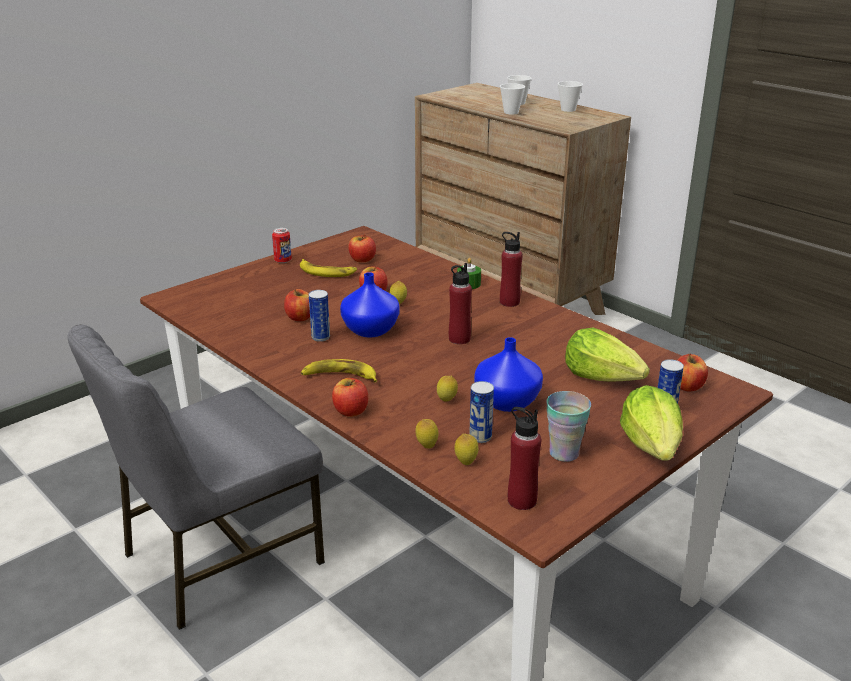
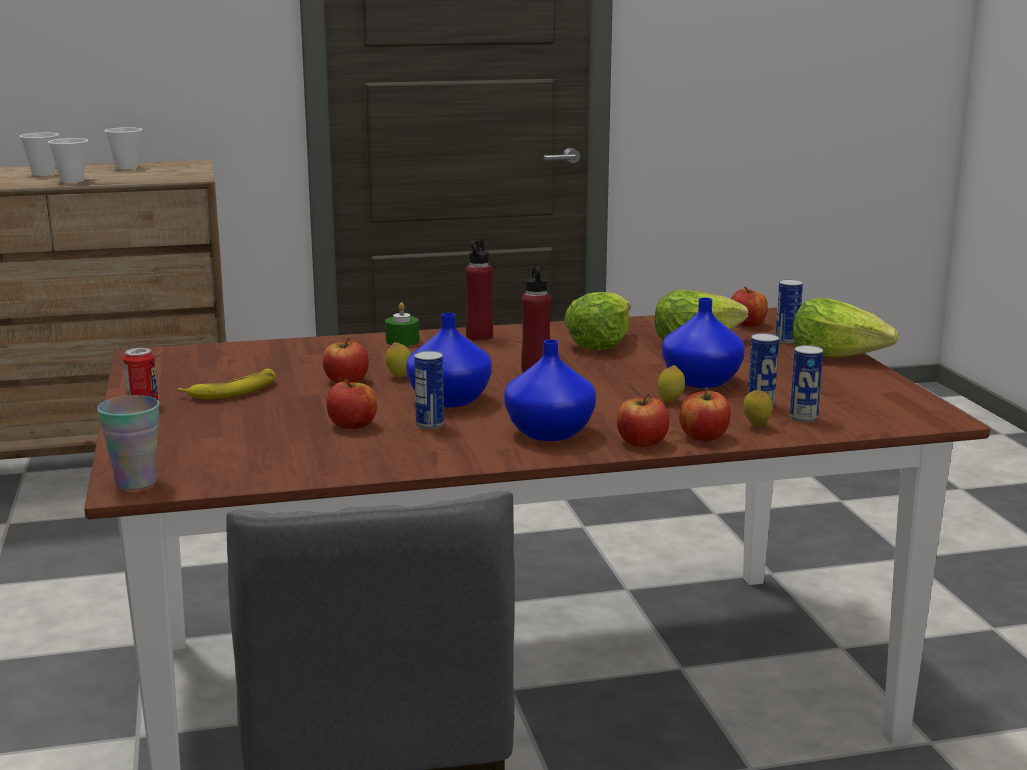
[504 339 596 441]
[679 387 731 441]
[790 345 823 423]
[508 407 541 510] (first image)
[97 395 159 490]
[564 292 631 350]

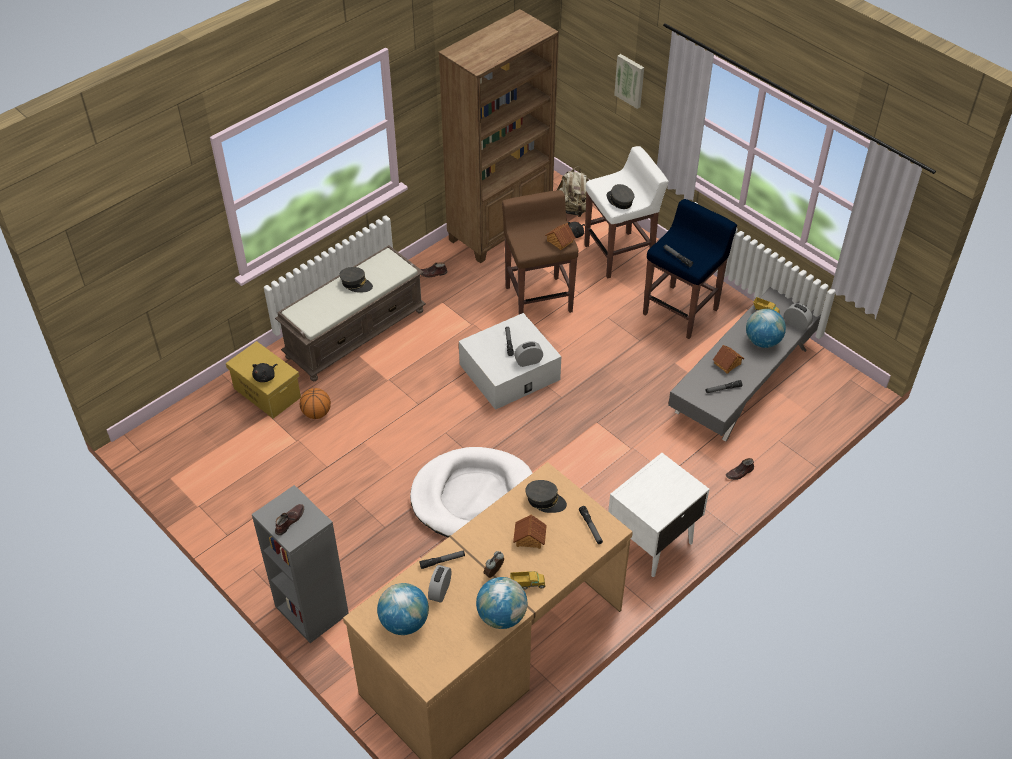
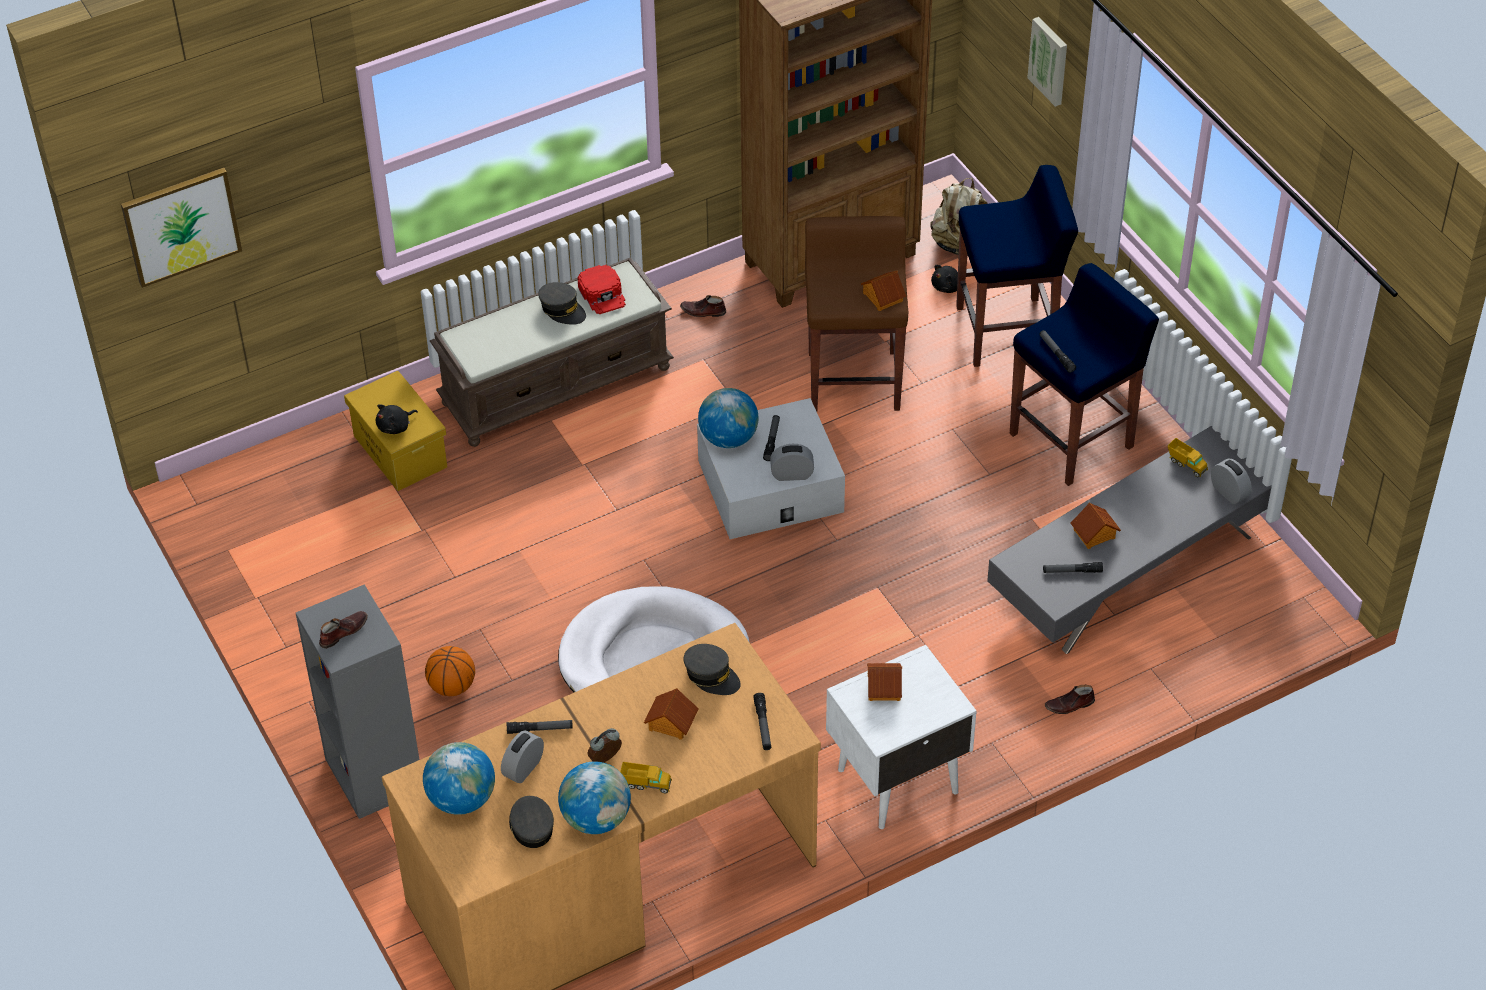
[425 646 475 696]
[956 165 1078 367]
[509 796 554 848]
[698 388 759 448]
[121 168 242 288]
[577 265 626 314]
[867 663 902 701]

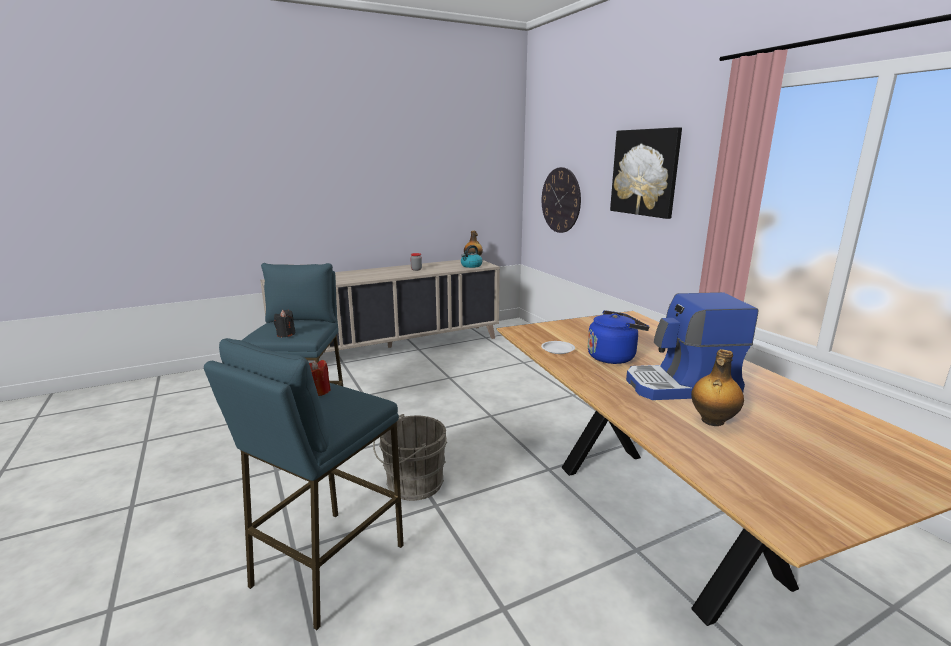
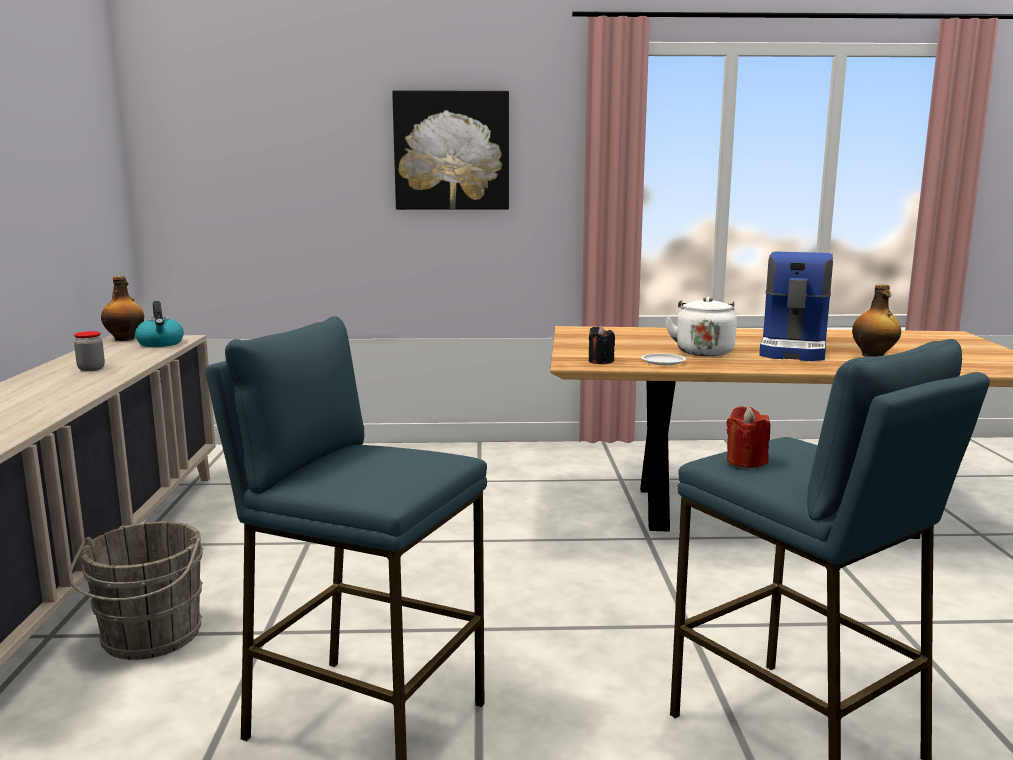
[589 325 615 364]
[69 521 203 660]
[542 167 581 233] (first image)
[665 297 737 356]

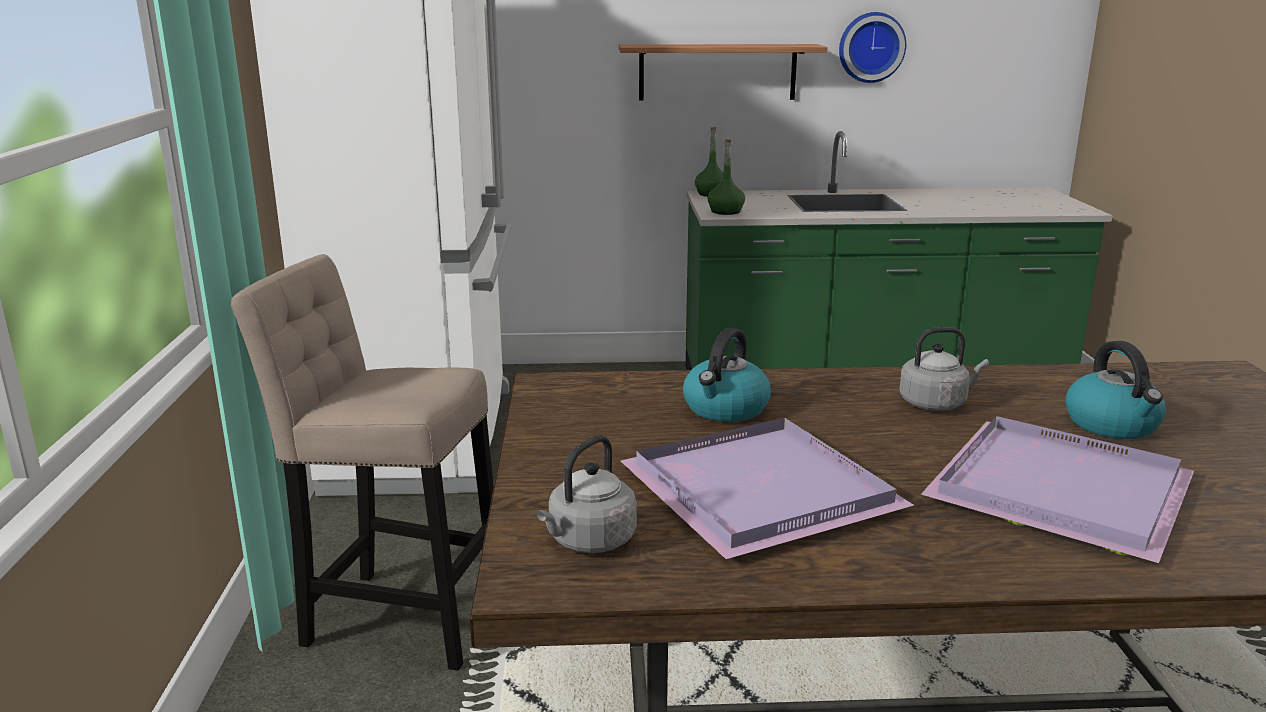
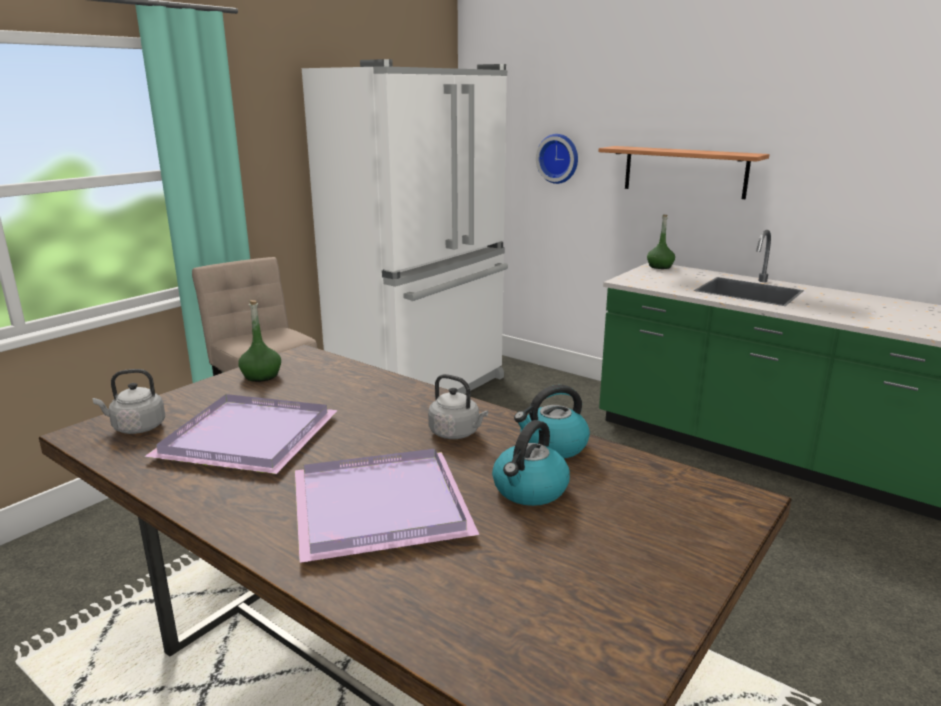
[514 385 590 459]
[238 300 281 382]
[536 134 578 184]

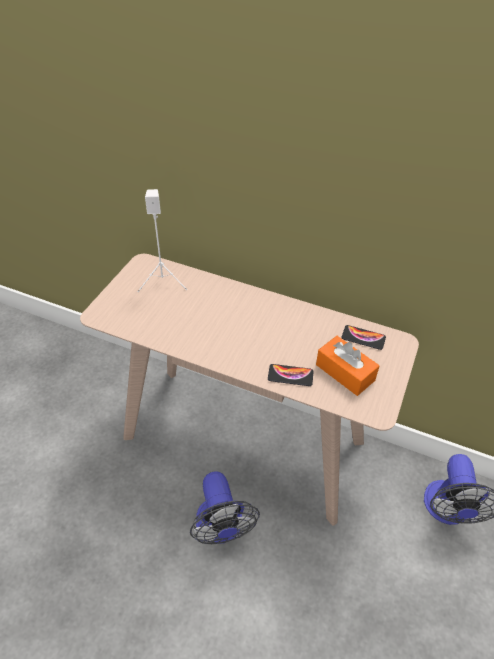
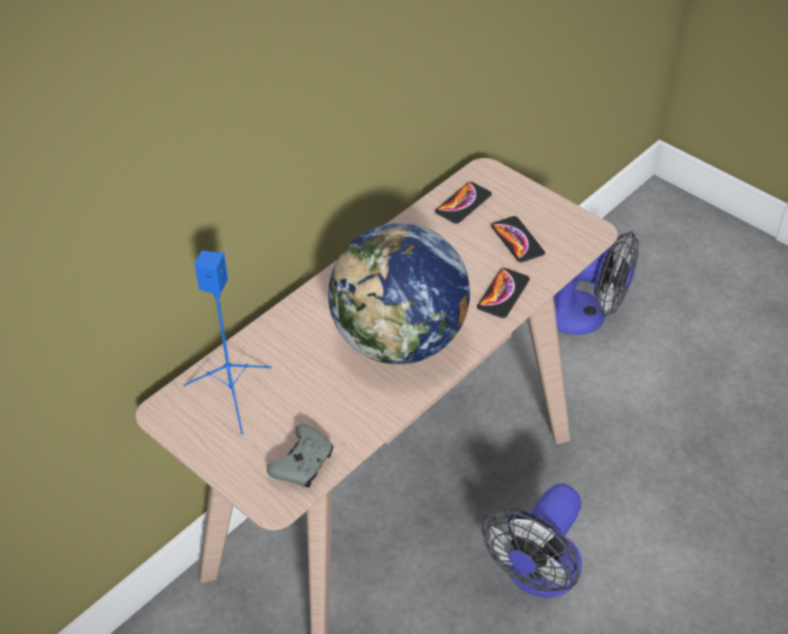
[184 251 271 434]
[482 484 582 598]
[491 216 545 262]
[267 424 333 487]
[328 223 470 364]

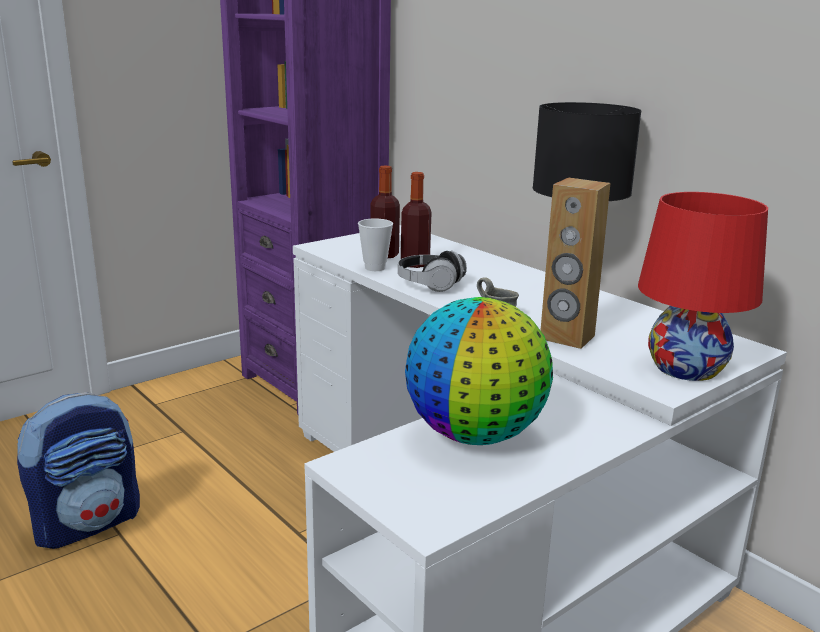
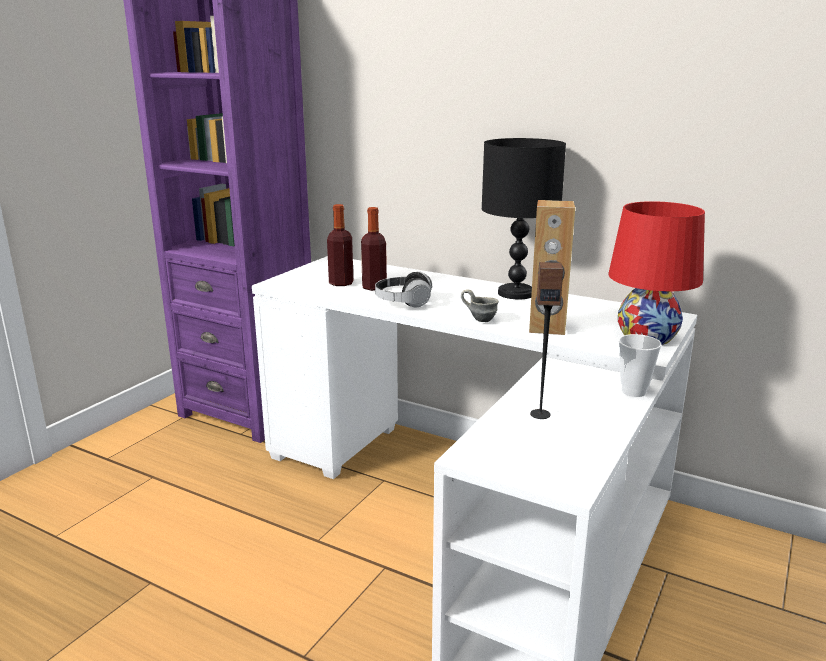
[17 392 140 549] (first image)
[619 334 662 397]
[530 262 563 419]

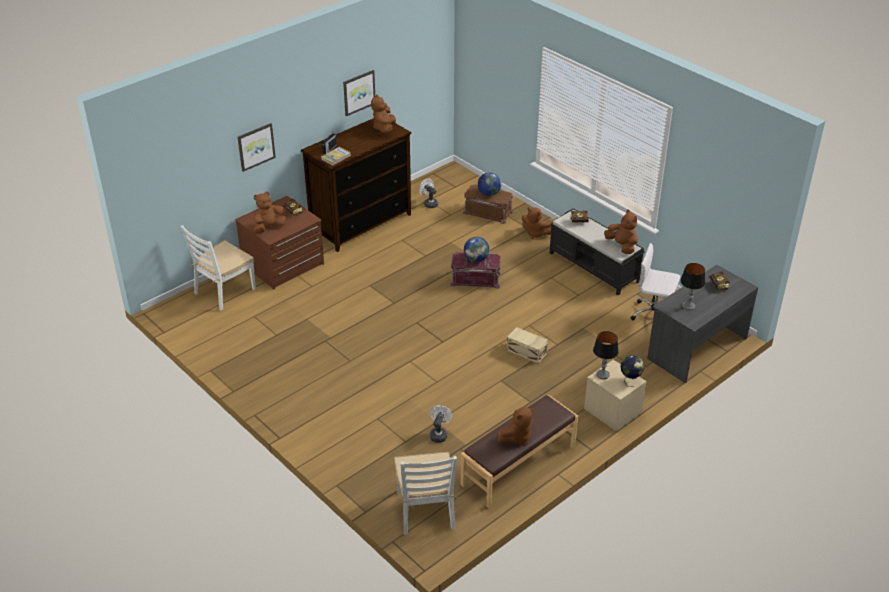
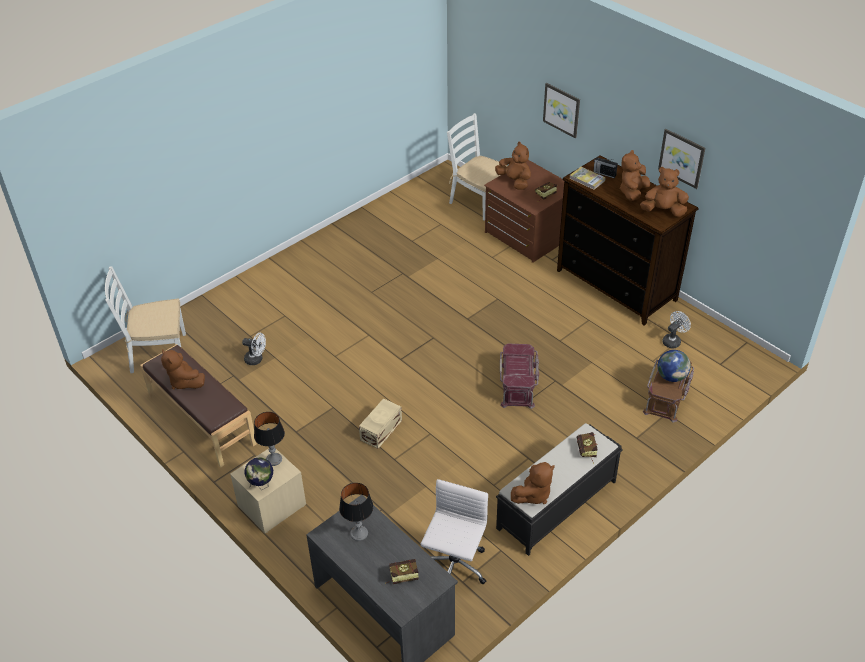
[464 237 489 262] (first image)
[620 150 650 201]

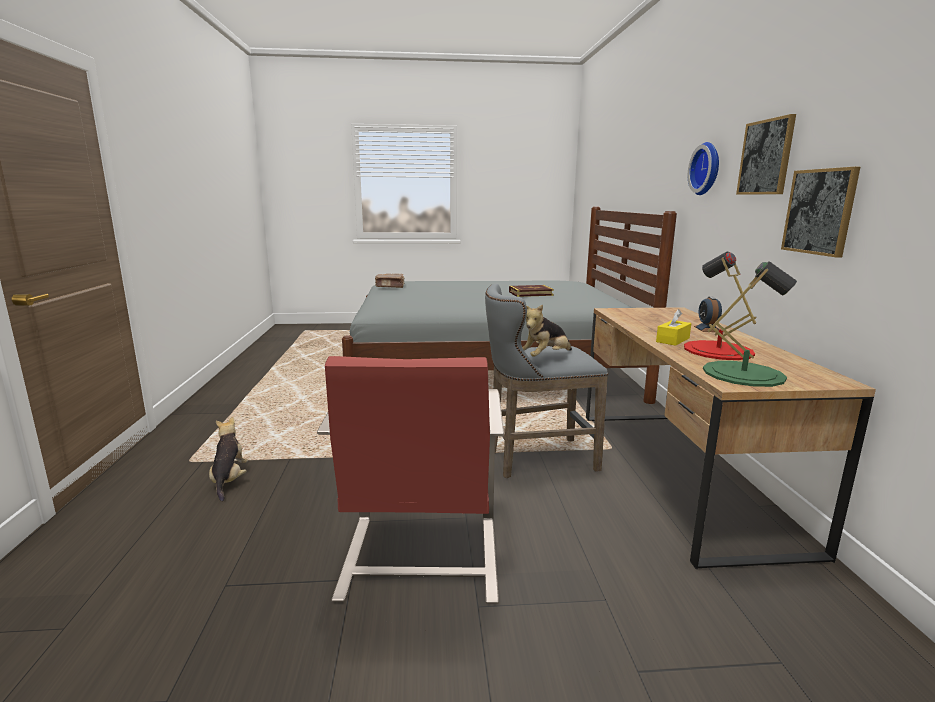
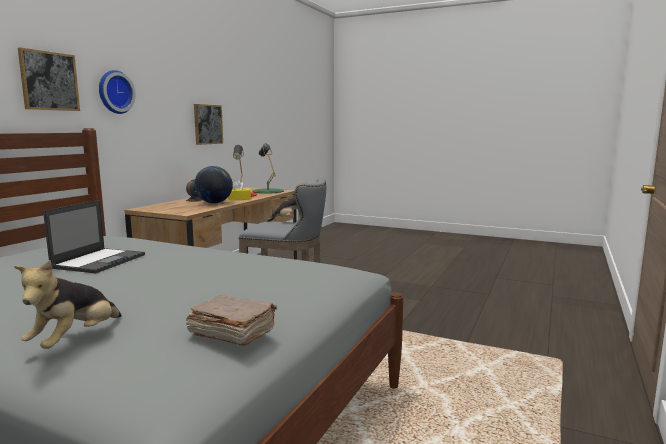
[14 260 122 349]
[317 356 504 604] (first image)
[43 200 145 273]
[18 47 80 111]
[194 166 233 204]

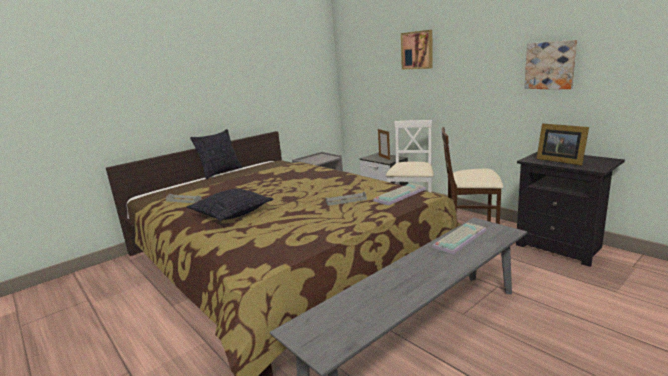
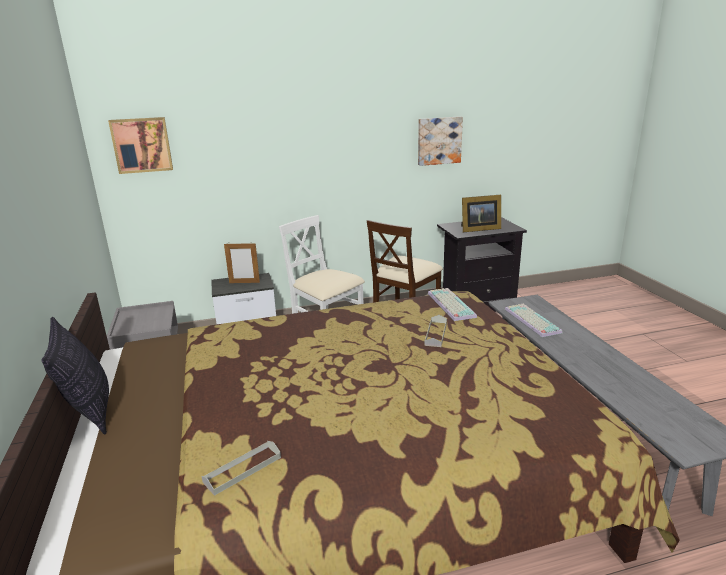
[187 189 273 221] (first image)
[108 117 173 174]

